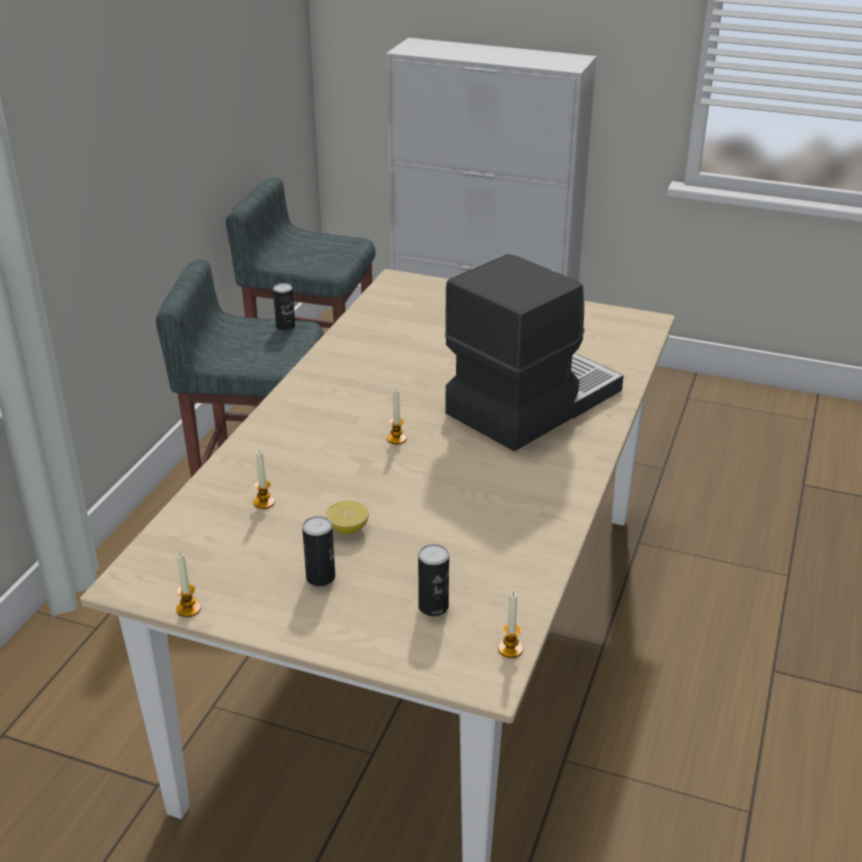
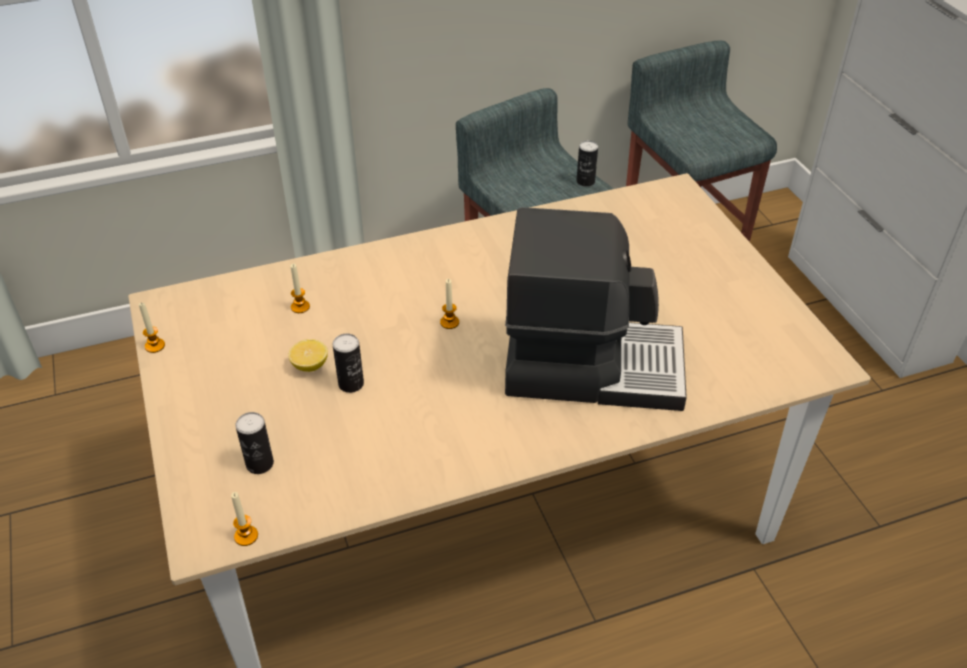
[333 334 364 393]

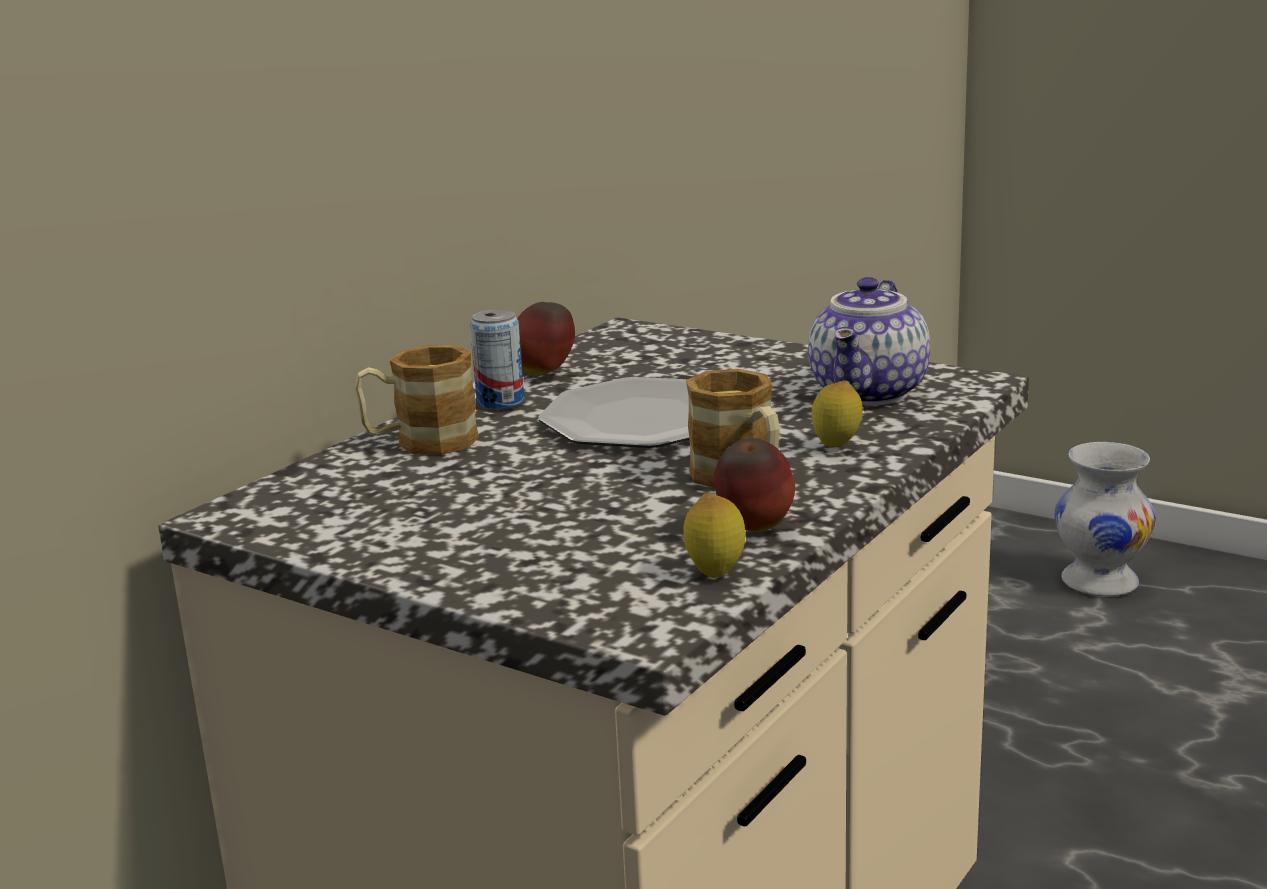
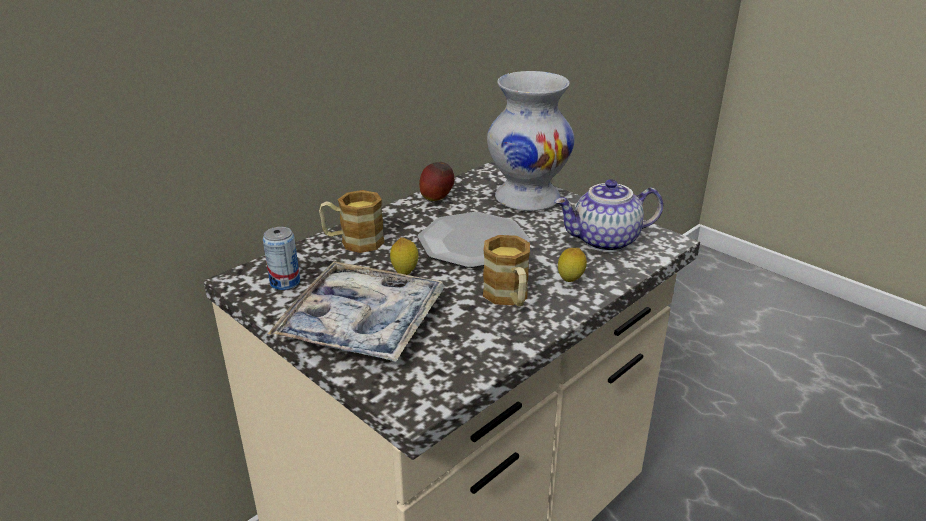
[263 227 300 290]
[390 237 418 275]
[714 438 795 532] (first image)
[554 179 663 252]
[487 71 575 211]
[267 261 444 362]

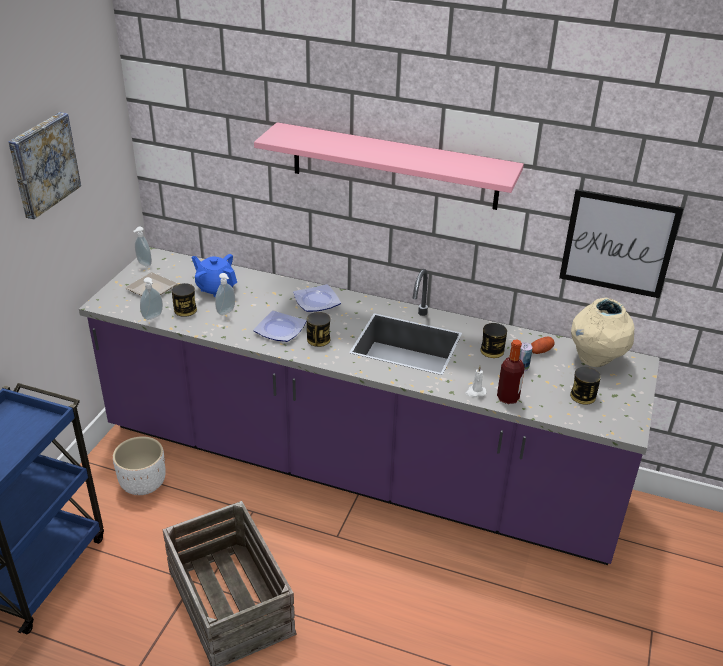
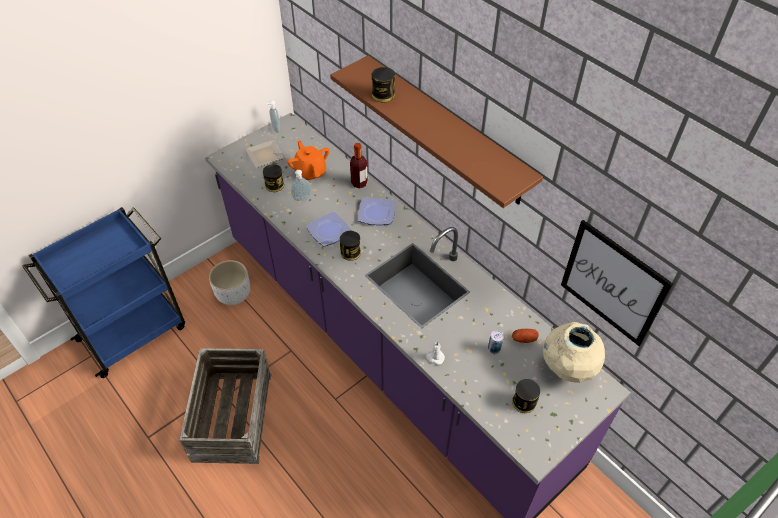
[8 112 81 219] (first image)
[140 277 163 320] (first image)
[287 140 330 181]
[330 55 543 208]
[372 67 395 103]
[350 143 368 188]

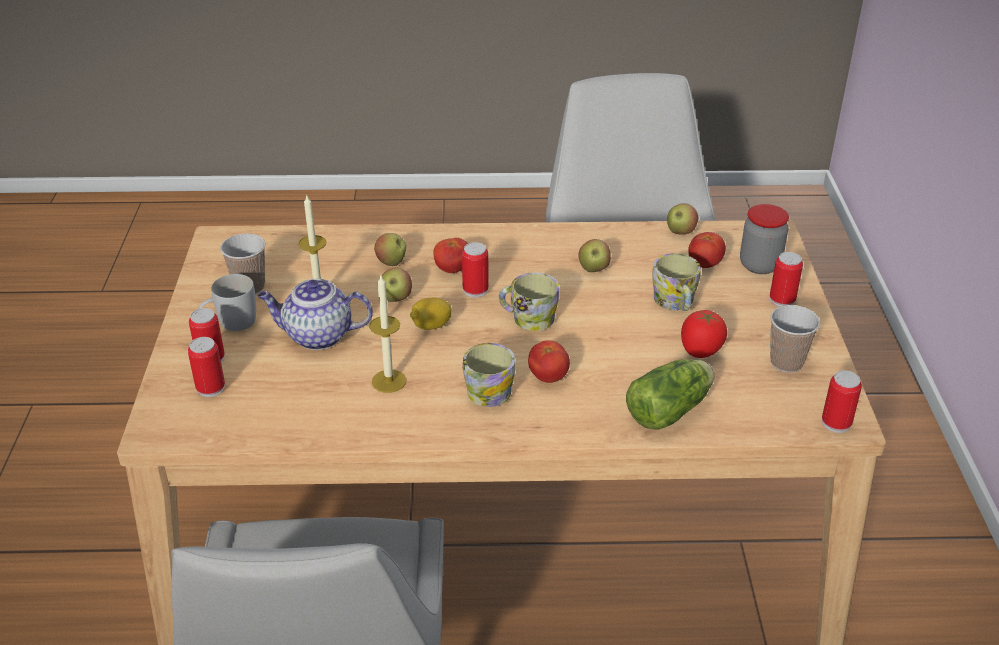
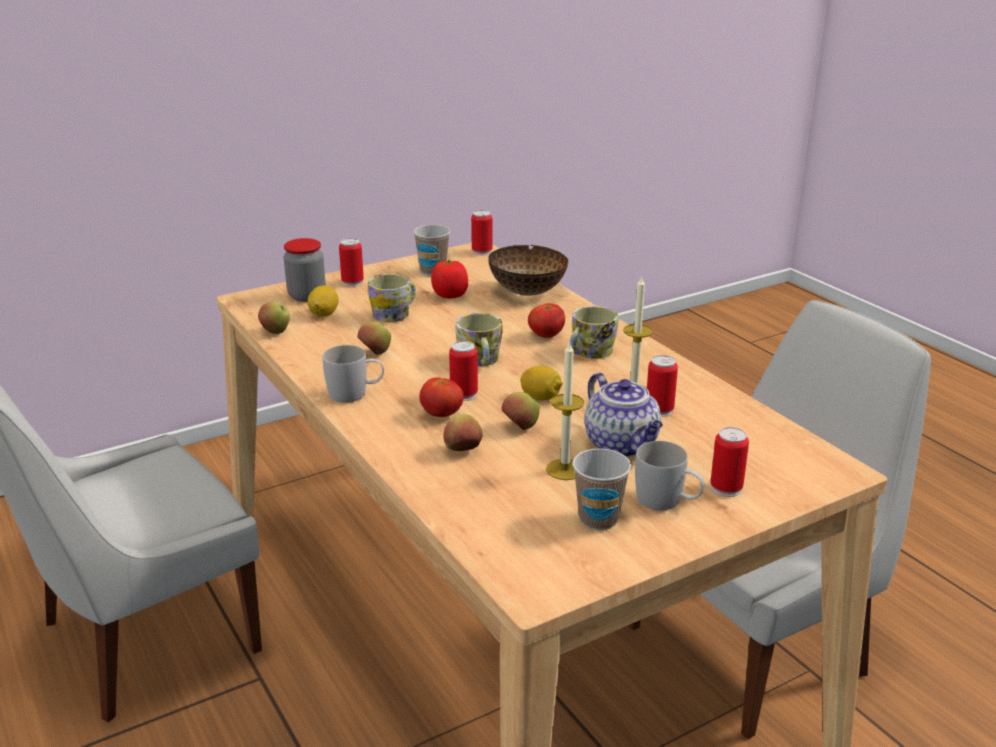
[647 355 678 417]
[488 245 568 296]
[308 286 339 317]
[322 345 384 403]

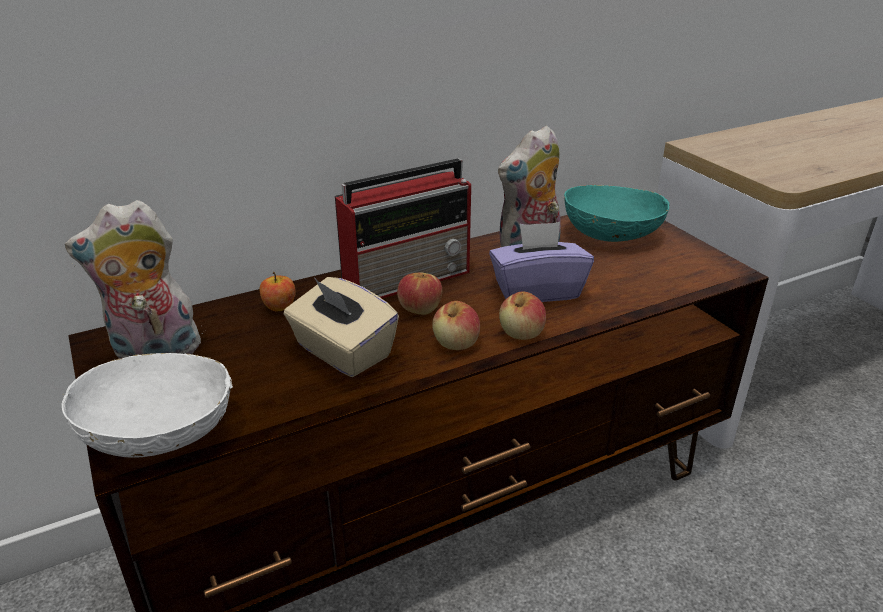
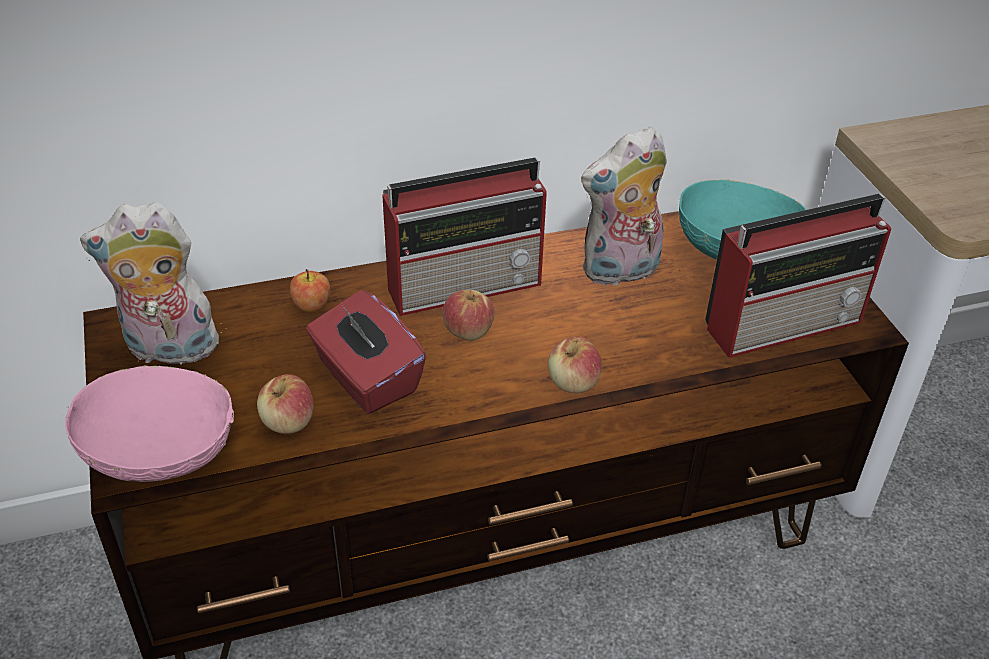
[65 365 234 482]
[306 290 426 414]
[257 374 314 434]
[489 222 594 302] (first image)
[705 194 891 358]

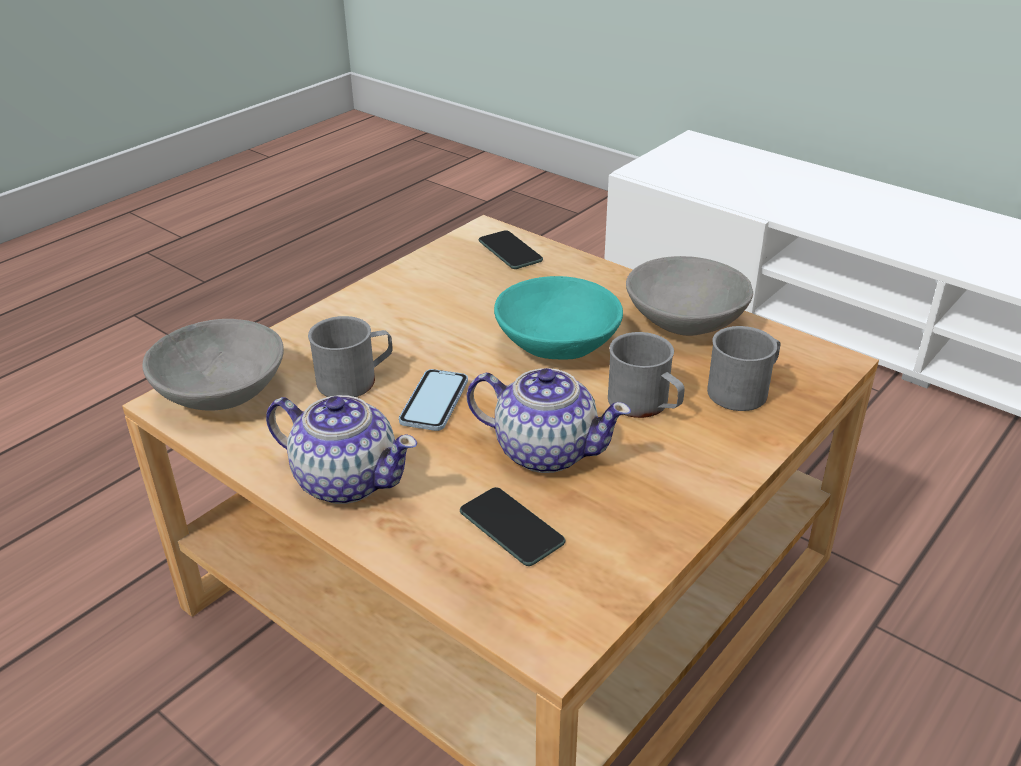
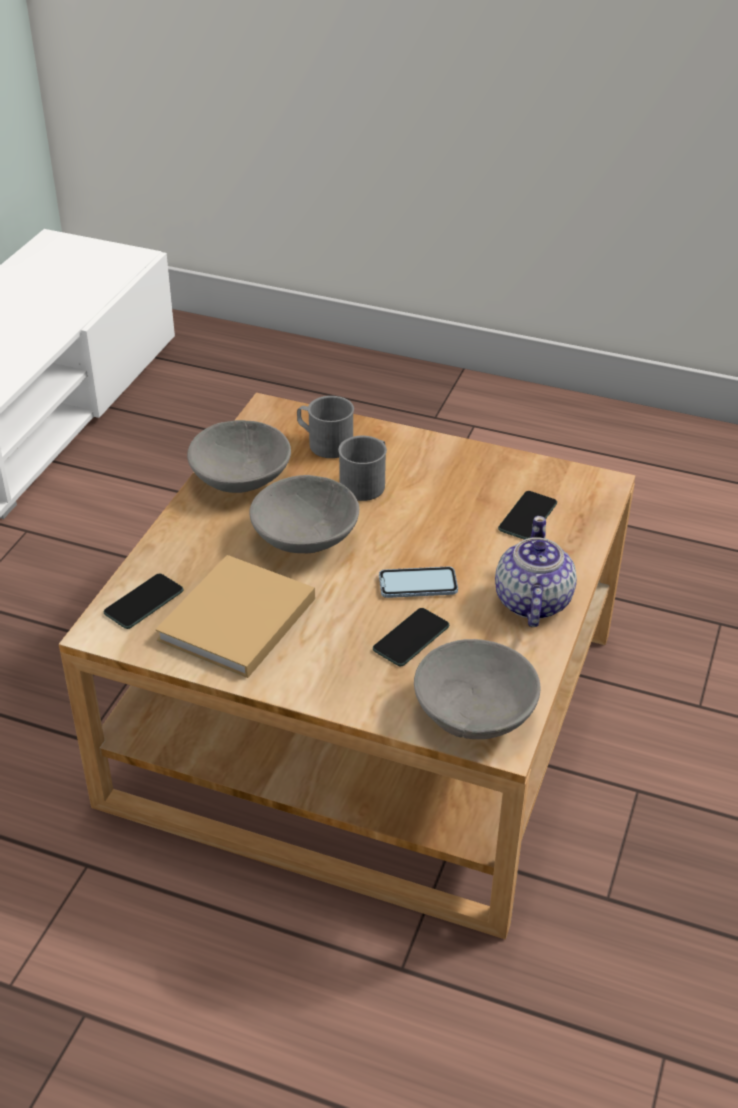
[373 608 449 666]
[467 368 631 473] (first image)
[249 475 359 553]
[155 555 315 678]

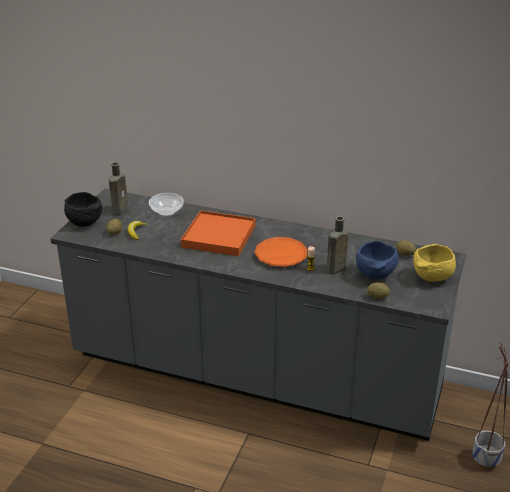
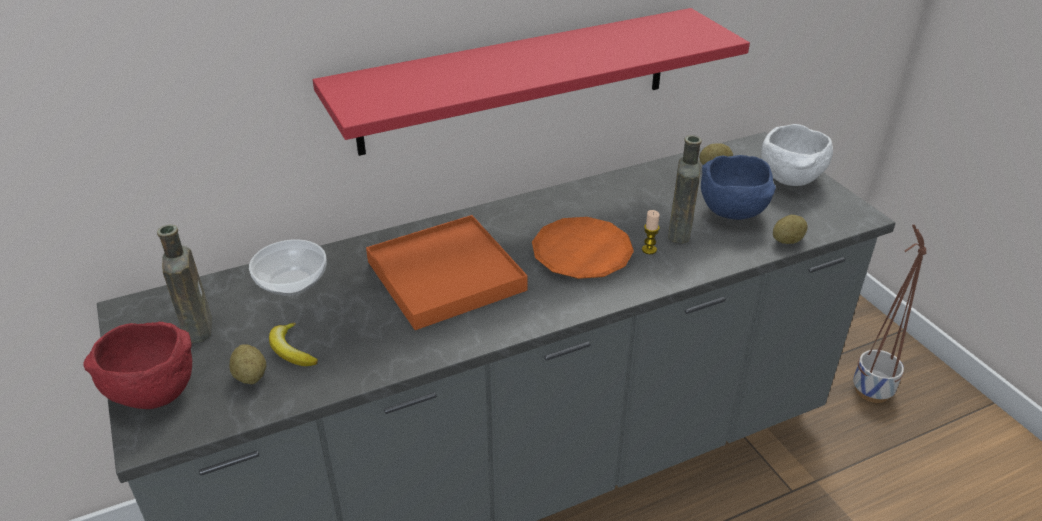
[83 322 192 409]
[761 124 833 186]
[313 8 750 156]

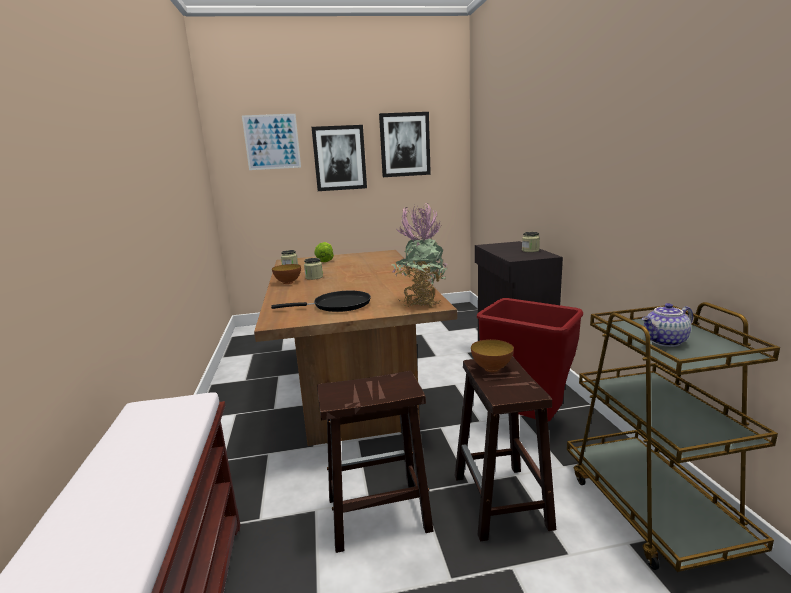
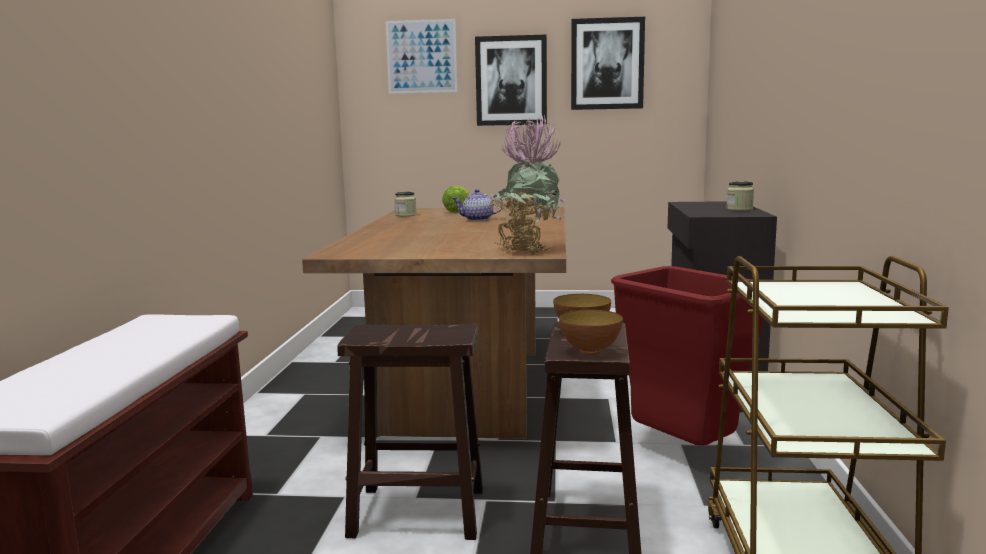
[271 291 371 312] (first image)
[559 309 623 355]
[304 258 323 280] (first image)
[452 189 503 221]

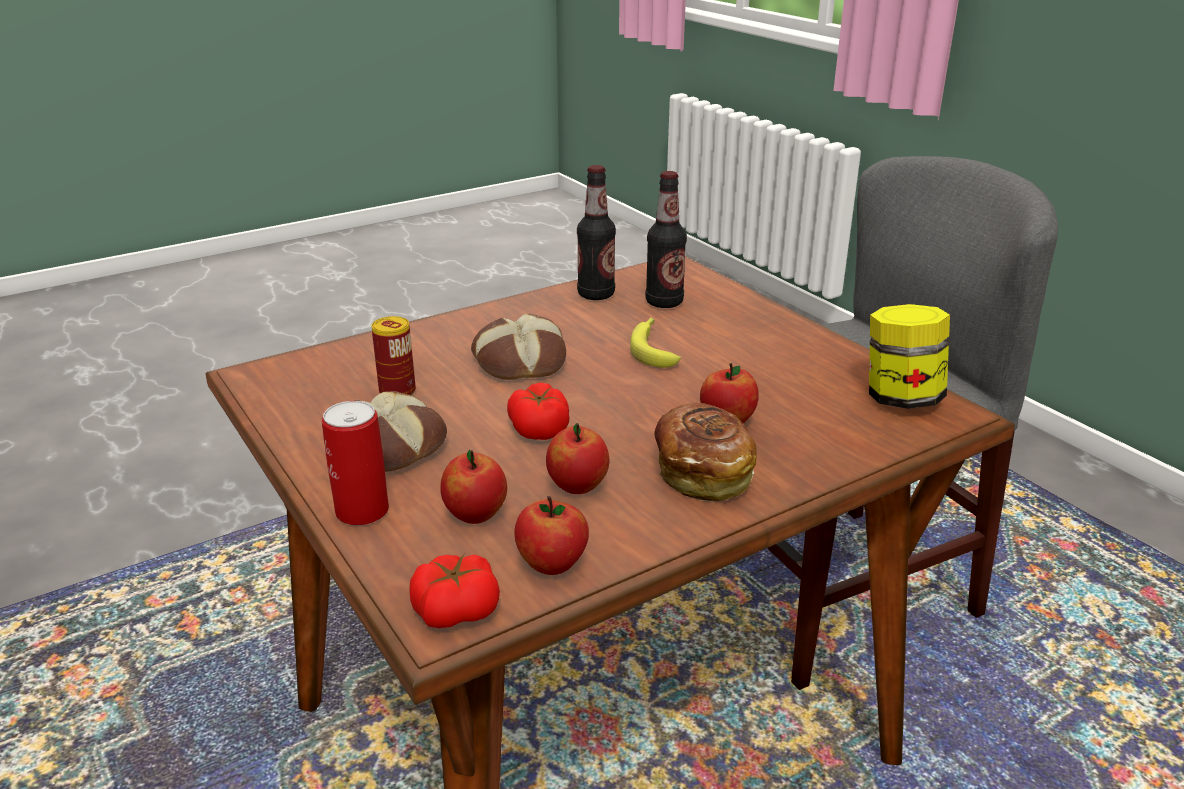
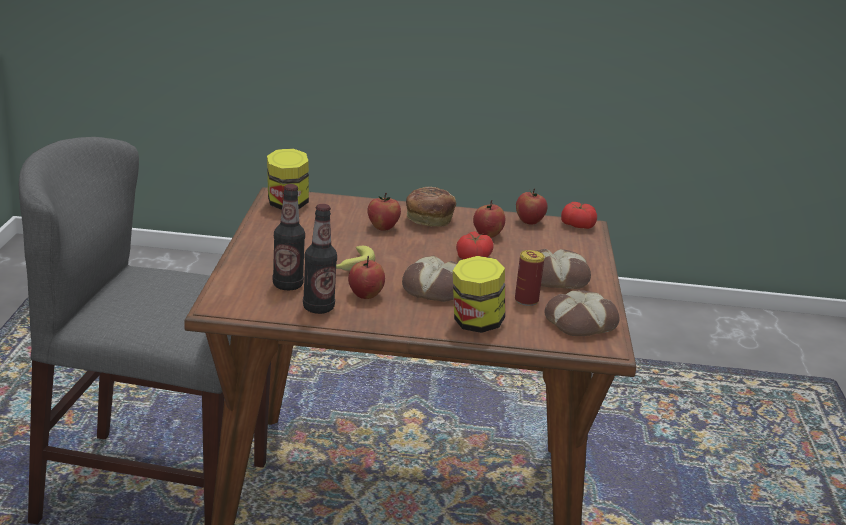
[322 401 389 526] (first image)
[348 256 385 299]
[453 256 505 333]
[545 290 619 336]

